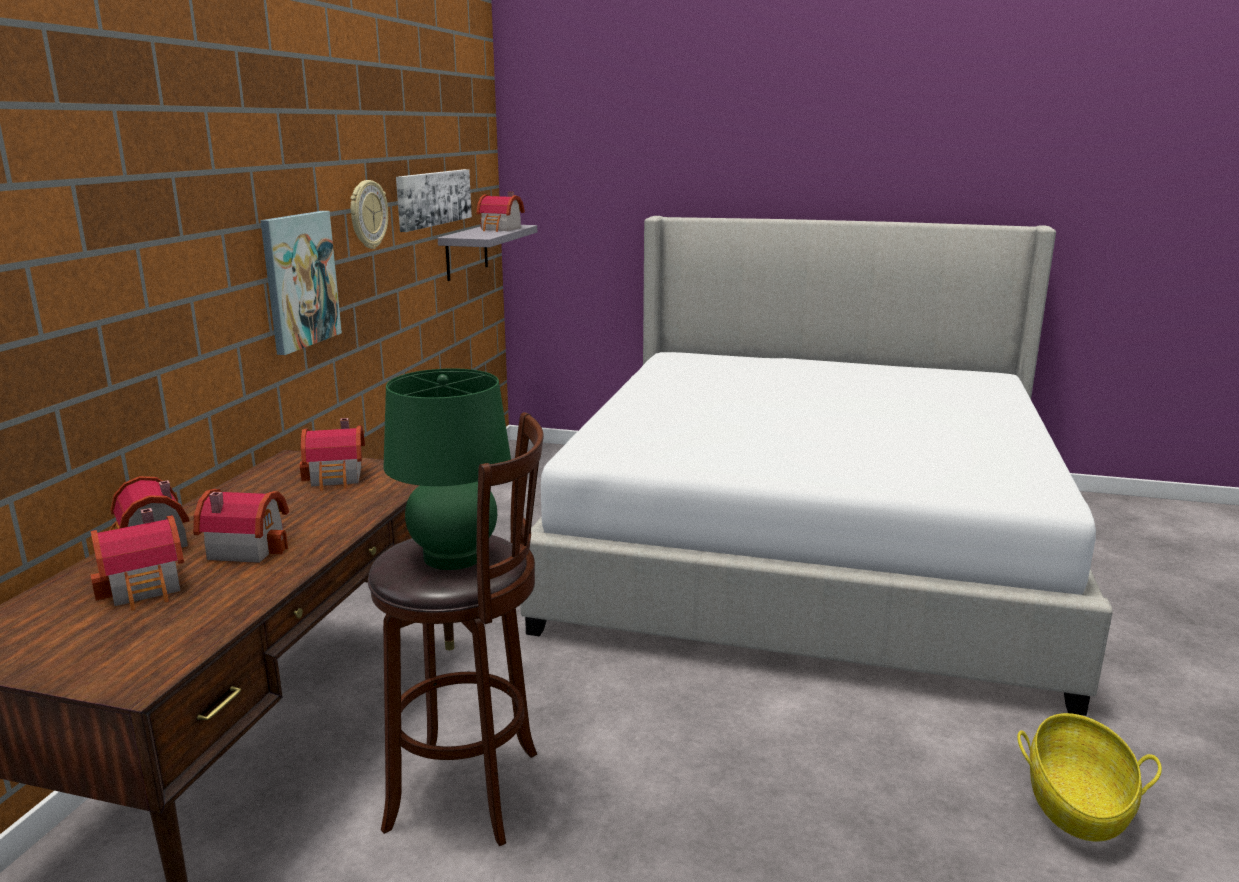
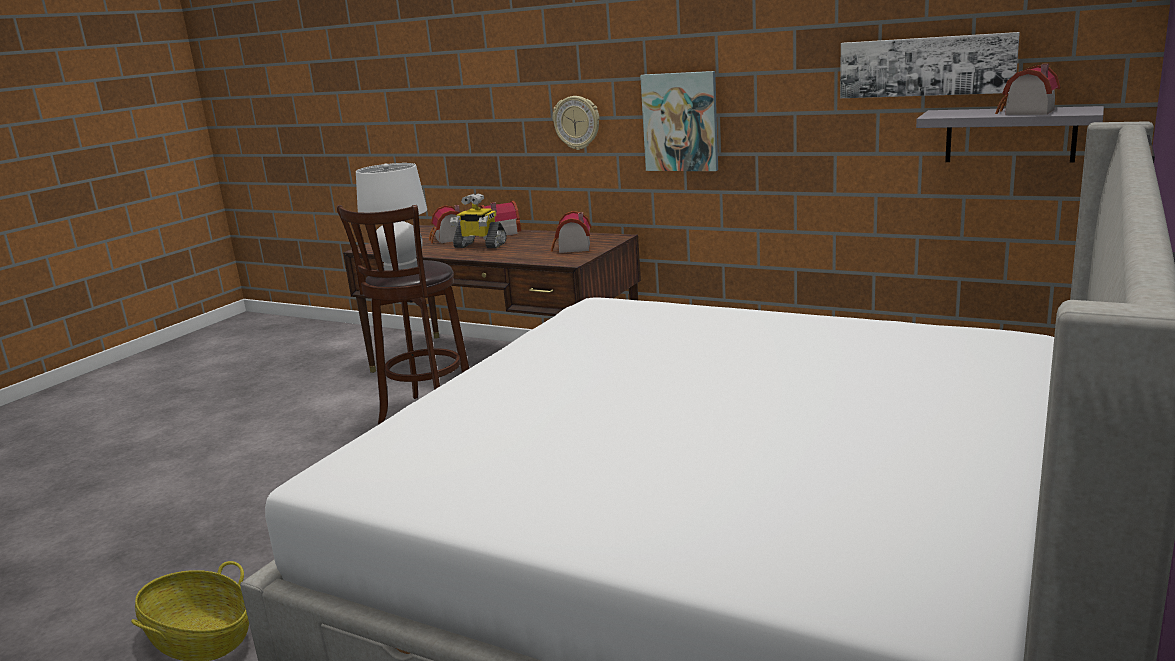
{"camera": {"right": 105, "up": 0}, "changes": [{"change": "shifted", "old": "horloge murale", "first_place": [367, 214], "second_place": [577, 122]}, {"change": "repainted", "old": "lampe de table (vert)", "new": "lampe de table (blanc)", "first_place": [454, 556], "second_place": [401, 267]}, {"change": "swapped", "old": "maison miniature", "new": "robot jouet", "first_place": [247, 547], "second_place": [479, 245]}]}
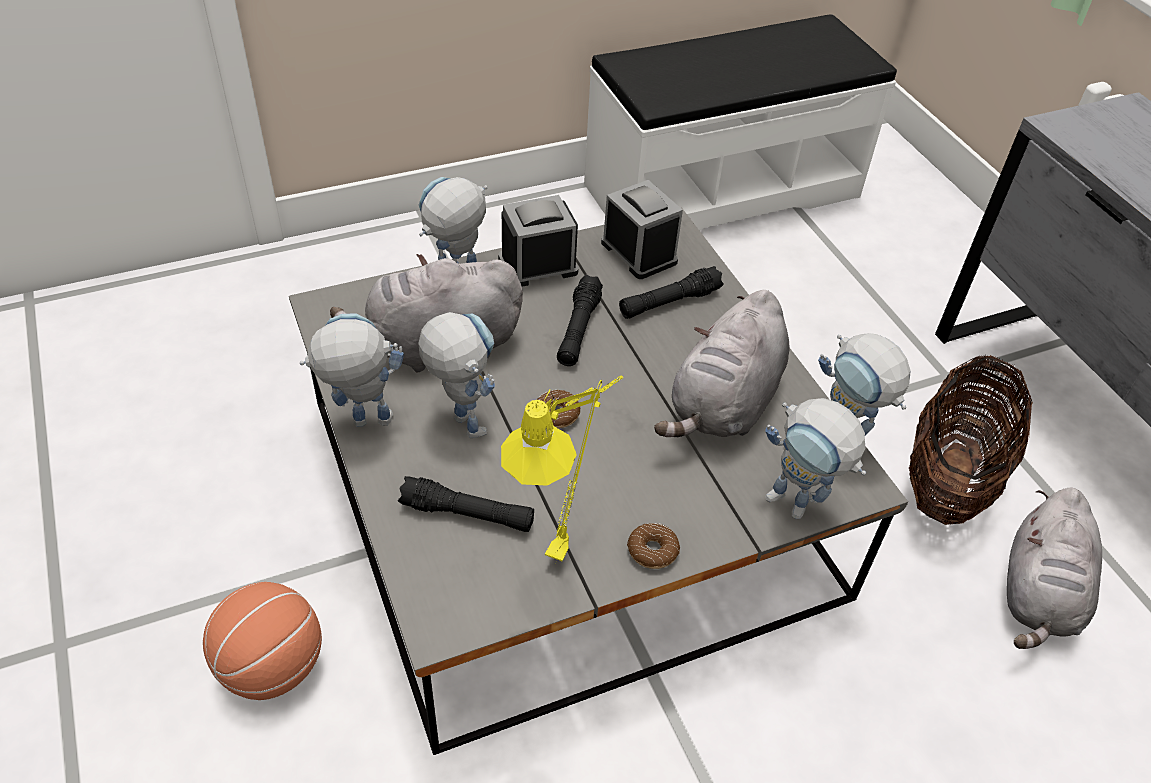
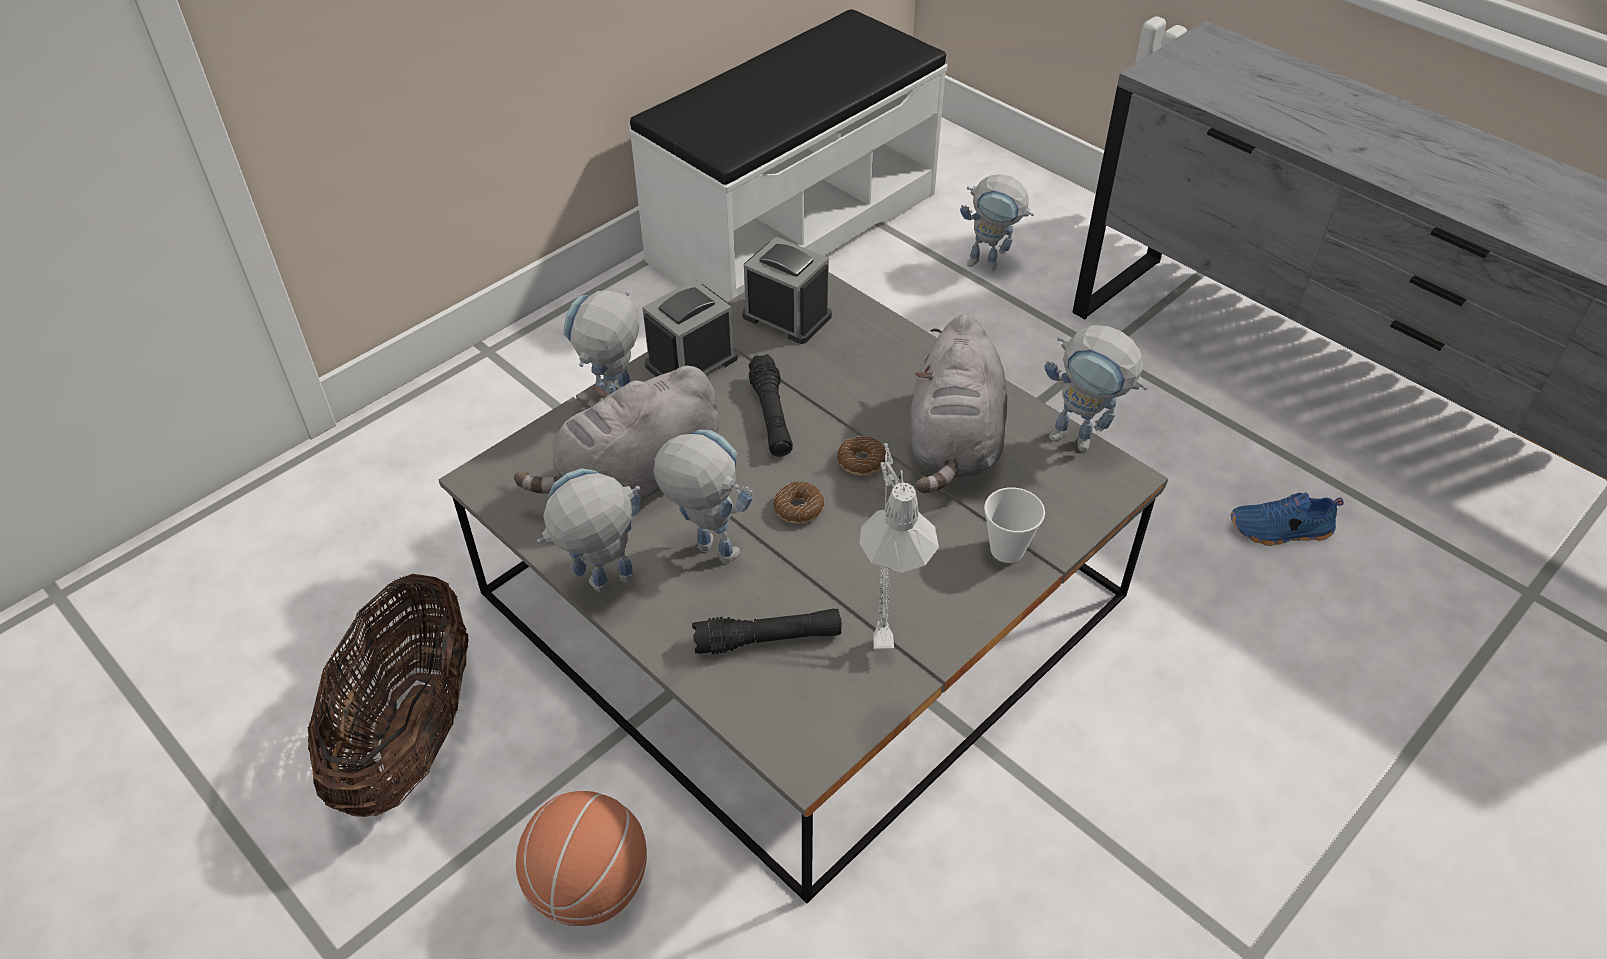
{"camera": {"right": -20, "up": 0}, "changes": [{"change": "gone", "old": "lampe de poche (noir)", "first_place": [669, 302]}, {"change": "shifted", "old": "panier", "first_place": [950, 478], "second_place": [411, 735]}, {"change": "repainted", "old": "lampe de table (jaune)", "new": "lampe de table (gris)", "first_place": [568, 539], "second_place": [880, 628]}, {"change": "shifted", "old": "robot jouet", "first_place": [798, 508], "second_place": [991, 264]}, {"change": "swapped", "old": "peluche (gris)", "new": "chaussure (bleu)", "first_place": [1038, 595], "second_place": [1280, 531]}, {"change": "shifted", "old": "beignet", "first_place": [652, 551], "second_place": [861, 461]}, {"change": "new", "new": "tasse", "second_place": [1007, 550]}]}
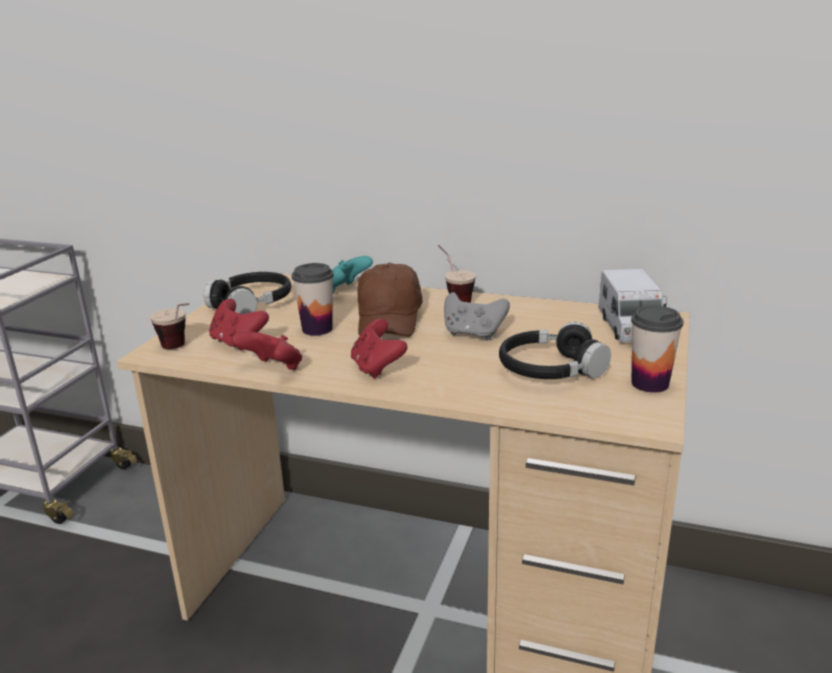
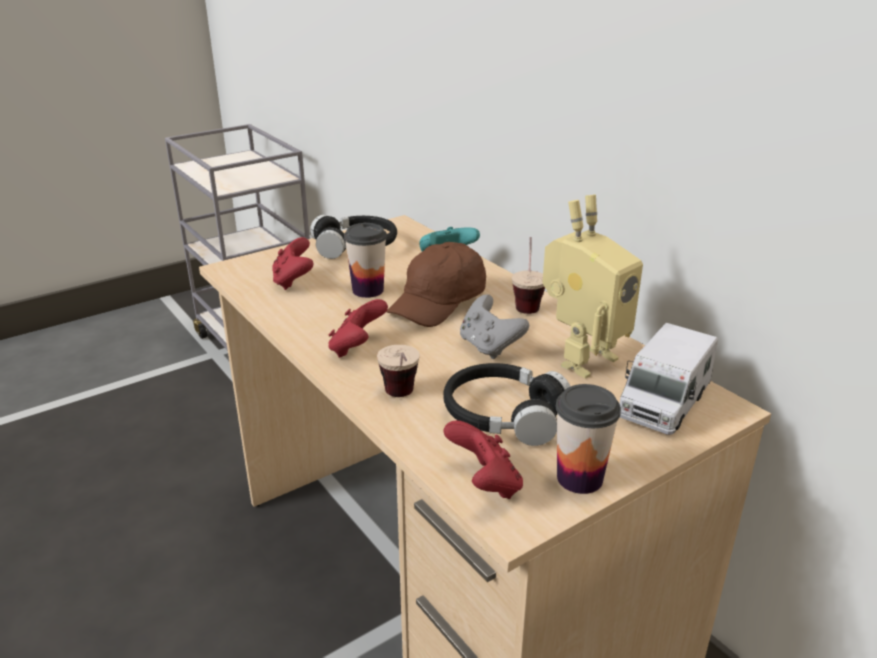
{"camera": {"right": 35, "up": 5}, "changes": [{"change": "shifted", "old": "tasse", "first_place": [180, 349], "second_place": [401, 400]}, {"change": "shifted", "old": "manette (rouge)", "first_place": [273, 369], "second_place": [485, 484]}, {"change": "new", "new": "robot jouet", "second_place": [581, 358]}]}
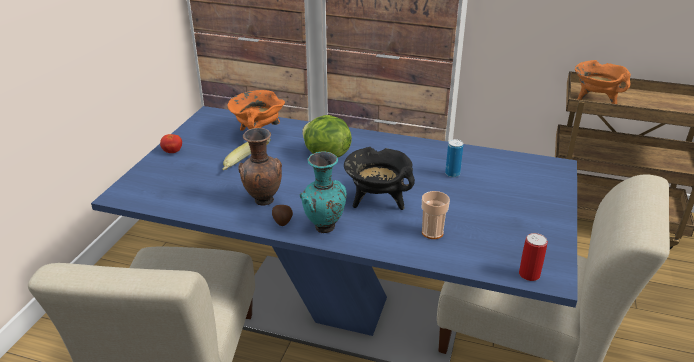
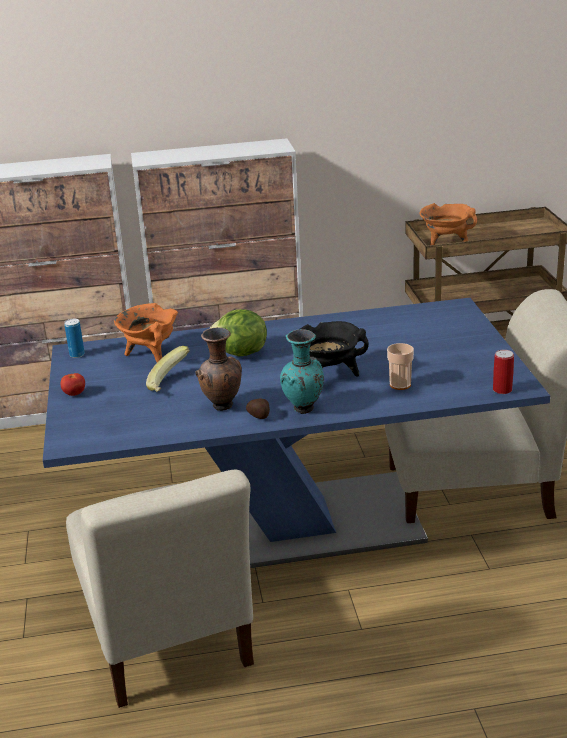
{"camera": {"right": -25, "up": -5}, "changes": [{"change": "shifted", "old": "boîte métallique", "first_place": [452, 174], "second_place": [77, 355]}]}
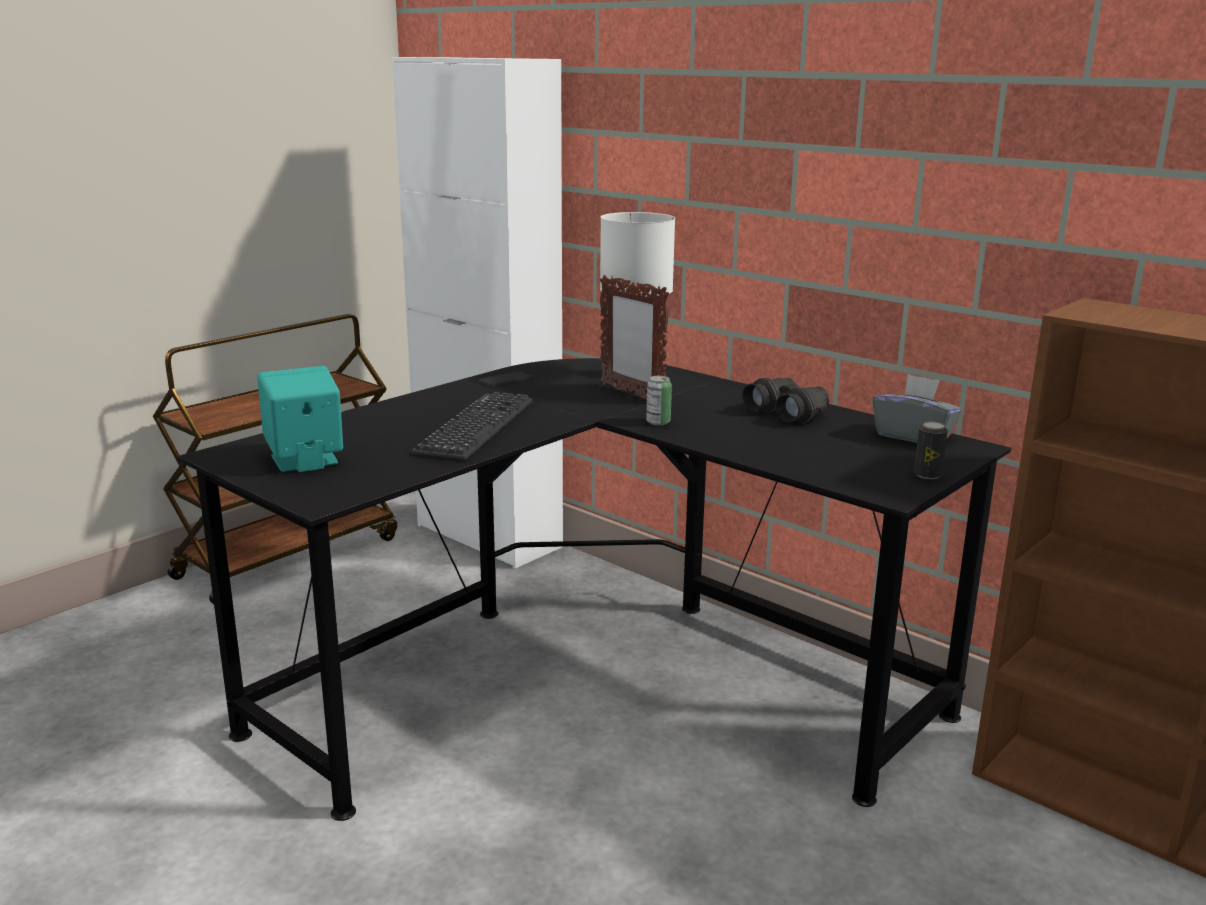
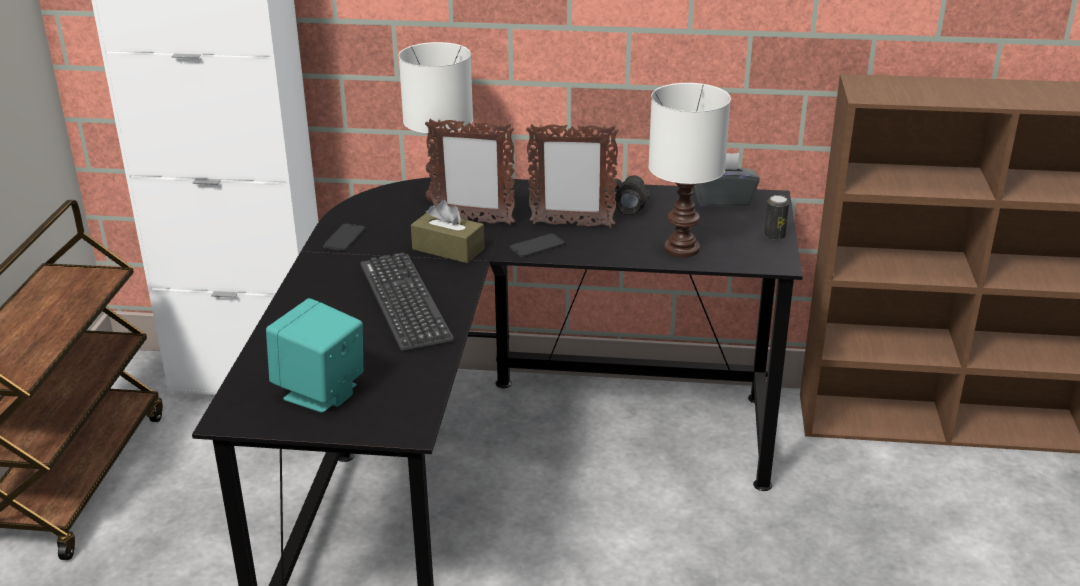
{"camera": {"right": -35, "up": 10}, "changes": [{"change": "swapped", "old": "boîte métallique", "new": "téléphone", "first_place": [658, 422], "second_place": [537, 246]}, {"change": "new", "new": "lampe de table (blanc)", "second_place": [682, 249]}, {"change": "new", "new": "cadre photo", "second_place": [571, 225]}, {"change": "new", "new": "boîte à mouchoirs (marron)", "second_place": [448, 249]}]}
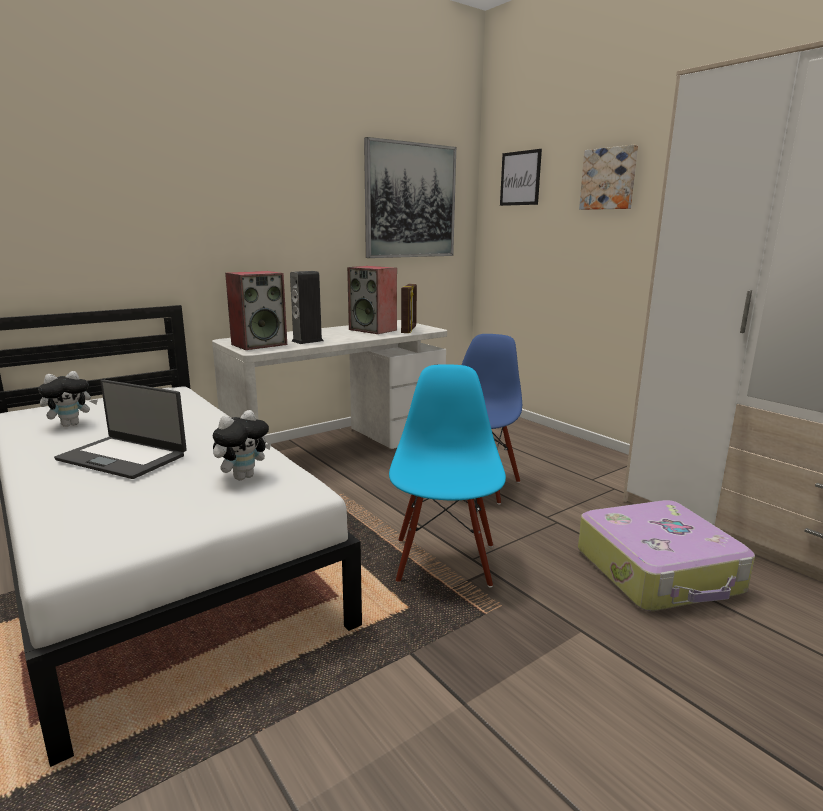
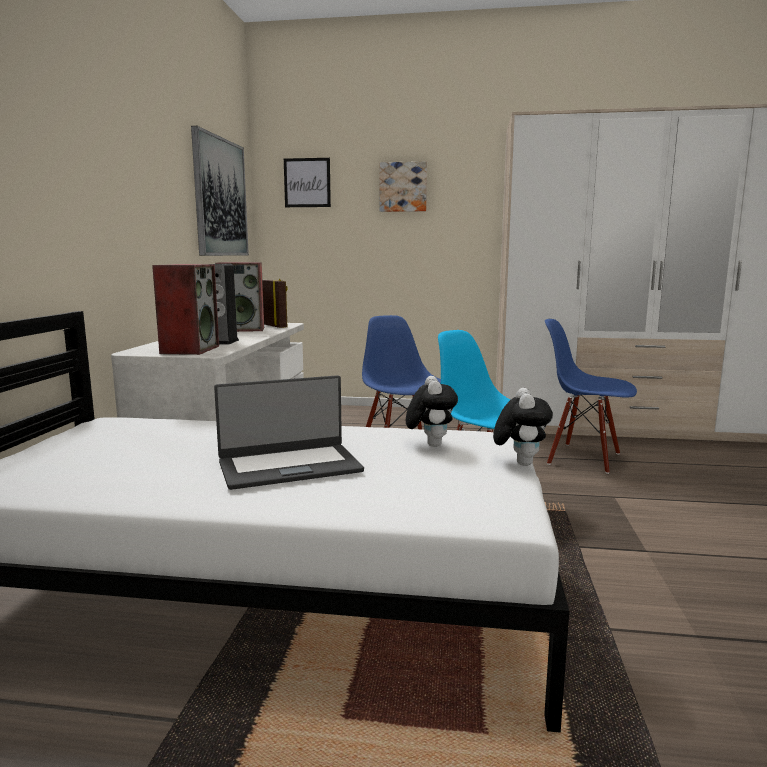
{"camera": {"right": -45, "up": -5}, "changes": [{"change": "shifted", "old": "peluche", "first_place": [71, 424], "second_place": [520, 463]}, {"change": "swapped", "old": "valise", "new": "chaise (bleu)", "first_place": [659, 571], "second_place": [584, 458]}]}
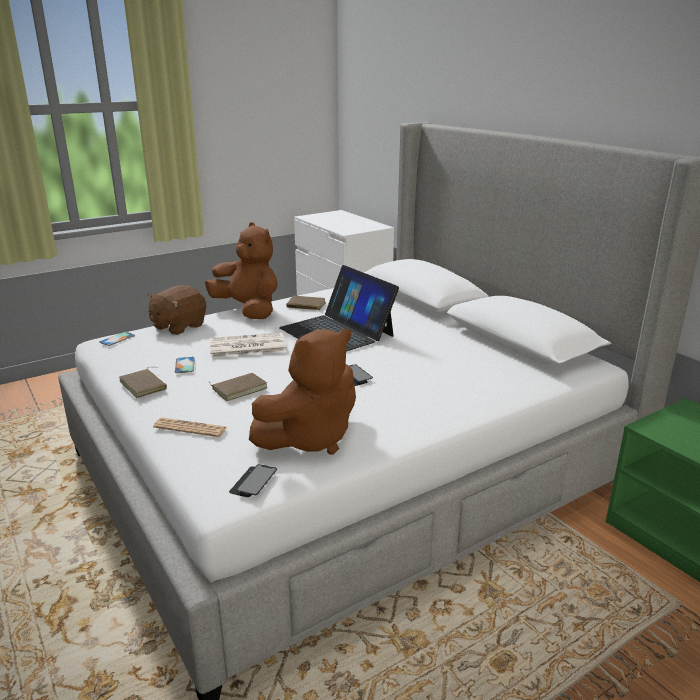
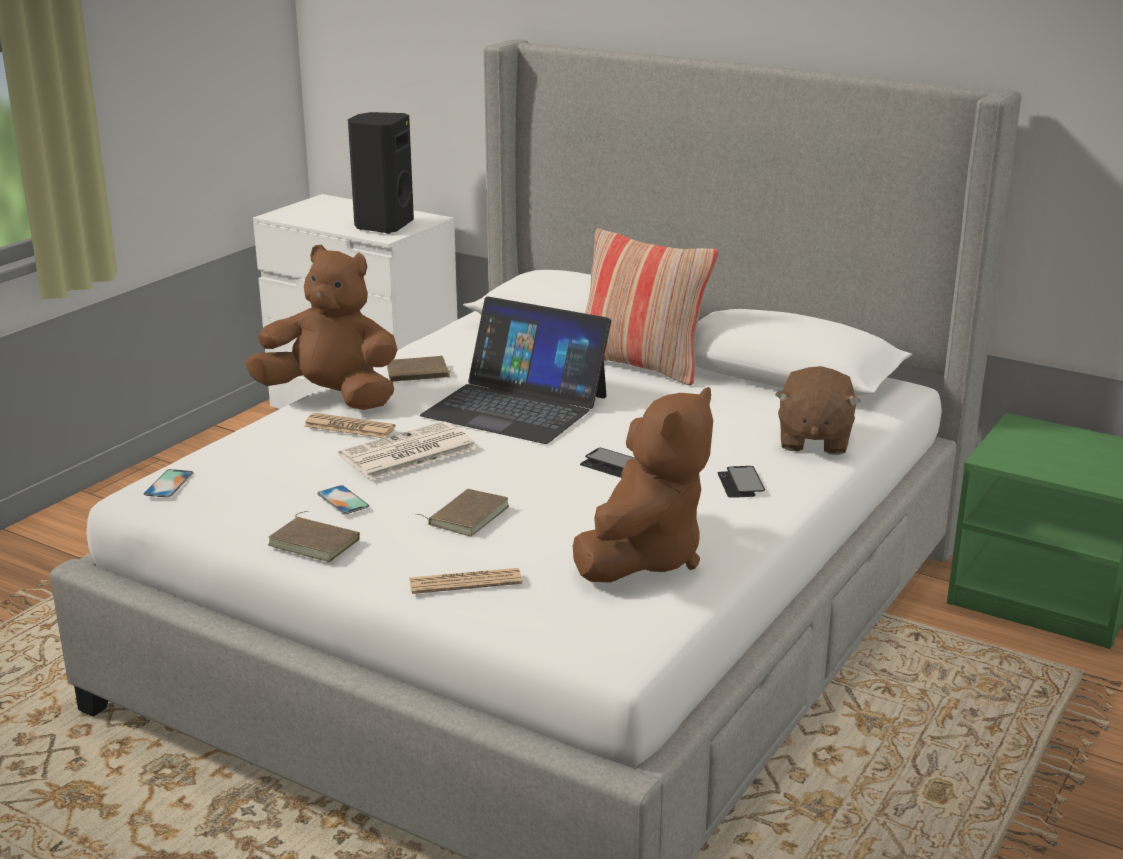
{"camera": {"right": -25, "up": 0}, "changes": [{"change": "shifted", "old": "peluche (marron)", "first_place": [178, 326], "second_place": [813, 440]}, {"change": "shifted", "old": "téléphone", "first_place": [253, 482], "second_place": [740, 484]}, {"change": "new", "new": "enceinte (noir)", "second_place": [382, 226]}, {"change": "new", "new": "coussin", "second_place": [641, 365]}, {"change": "new", "new": "journal", "second_place": [349, 427]}]}
